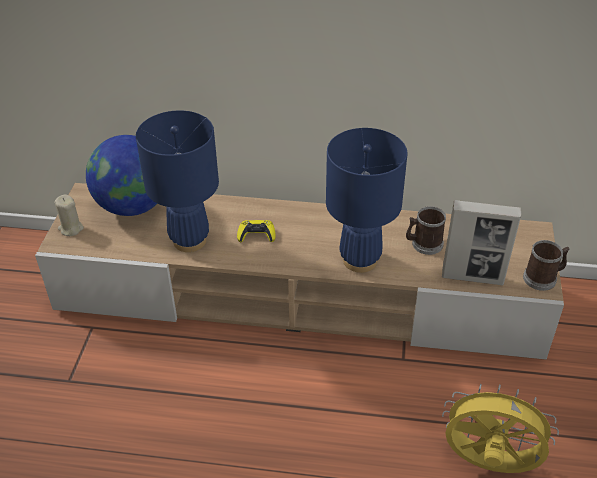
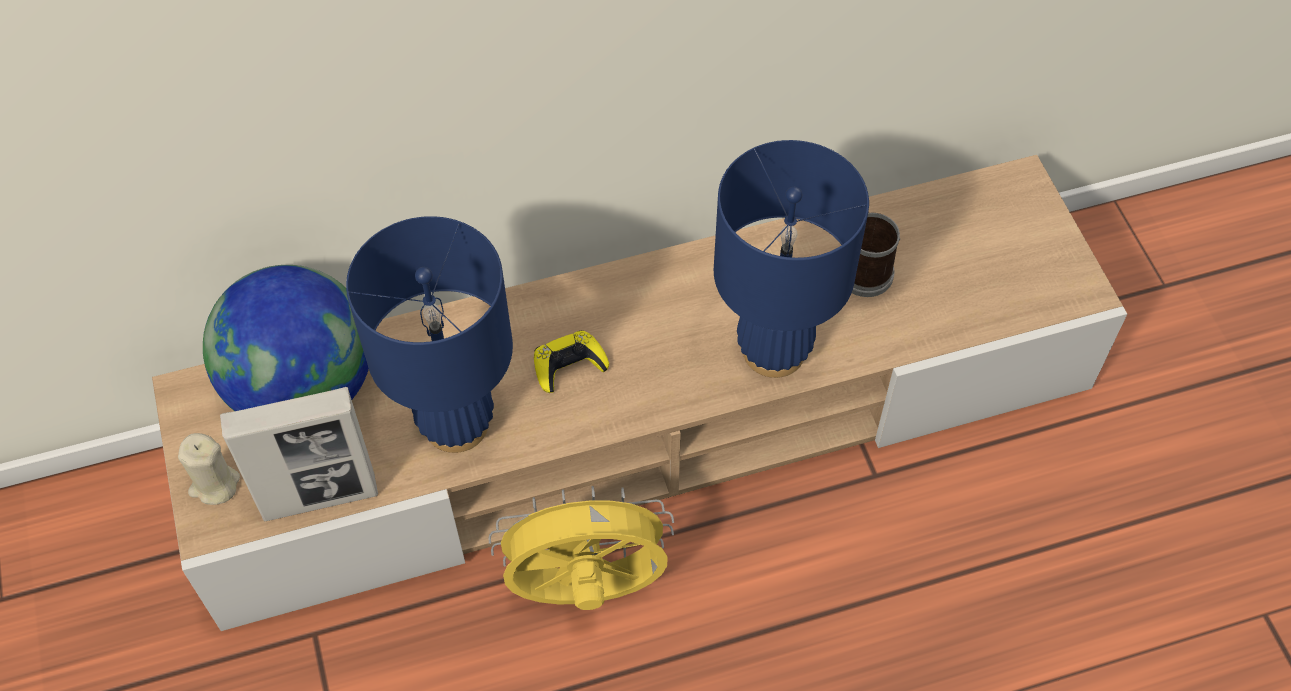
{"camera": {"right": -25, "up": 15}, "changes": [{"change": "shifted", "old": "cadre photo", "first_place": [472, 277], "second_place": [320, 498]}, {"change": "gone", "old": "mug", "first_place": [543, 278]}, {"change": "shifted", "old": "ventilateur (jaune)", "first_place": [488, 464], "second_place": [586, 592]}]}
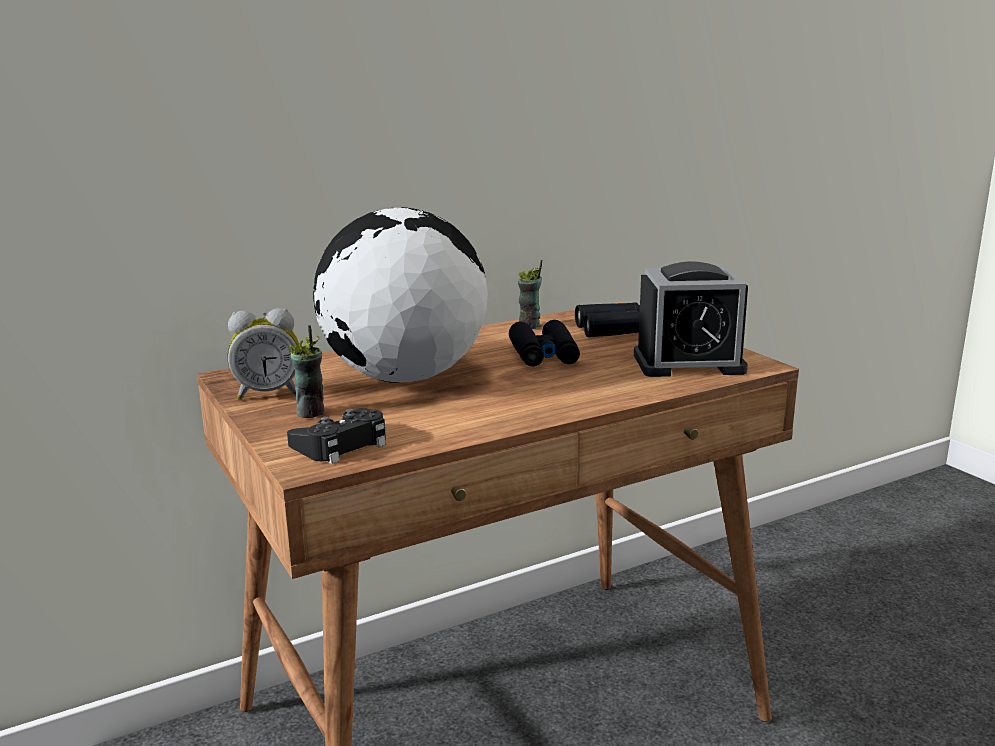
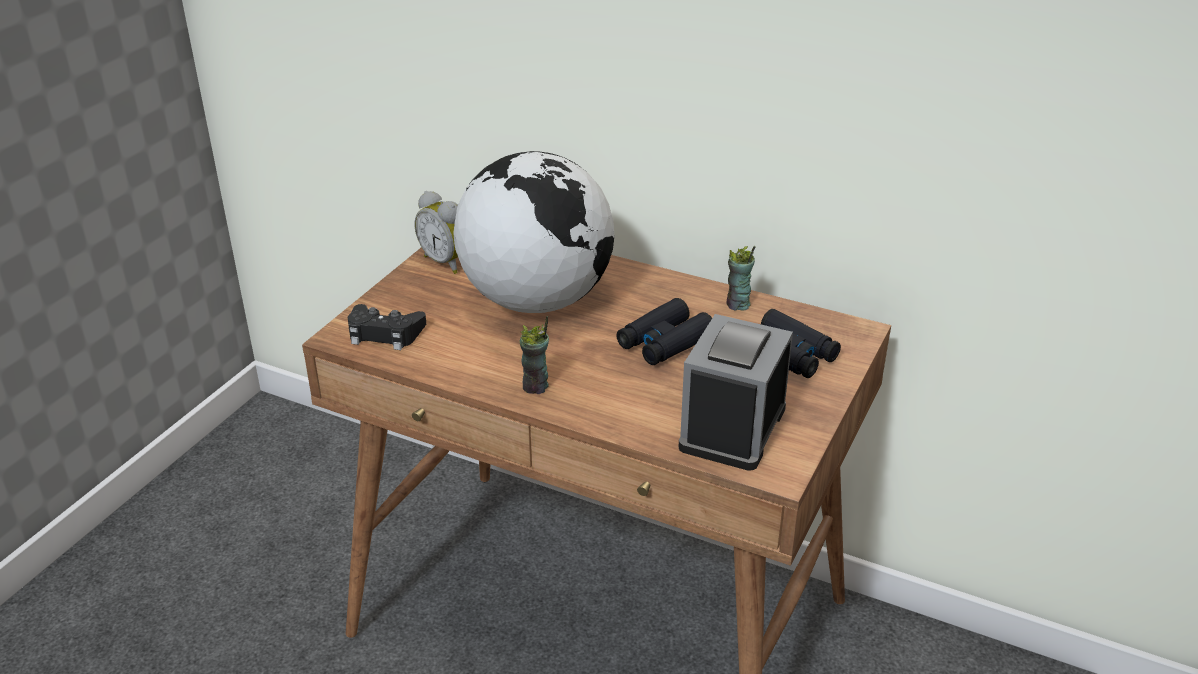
{"camera": {"right": 55, "up": 15}, "changes": [{"change": "rotated", "old": "réveil", "first_place": [688, 363], "second_place": [732, 428], "degrees": 60}, {"change": "shifted", "old": "tasse", "first_place": [311, 413], "second_place": [536, 387]}]}
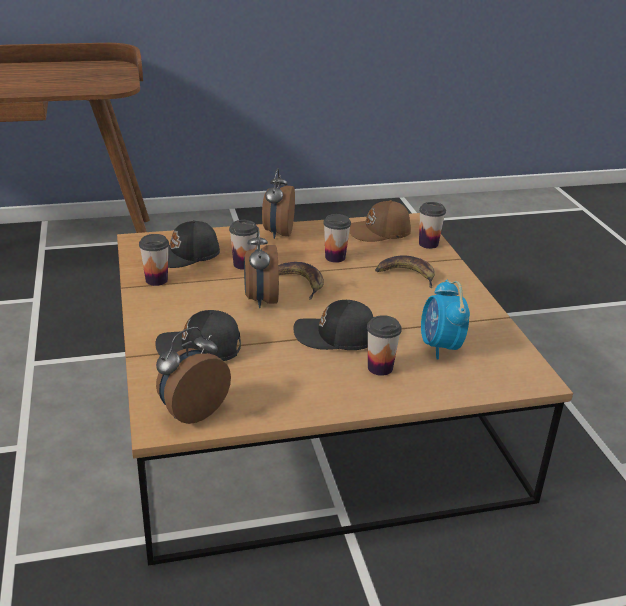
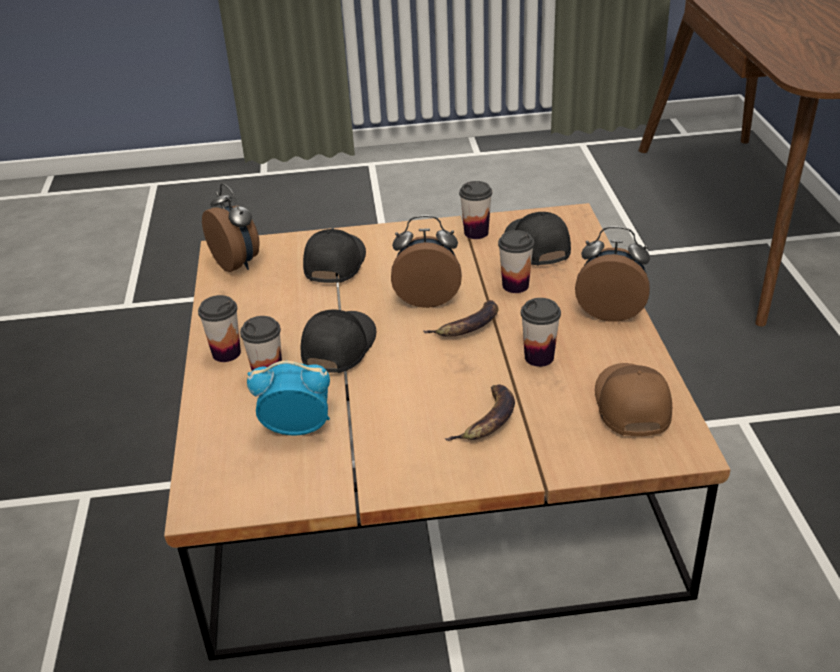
{"camera": {"right": 100, "up": 5}, "changes": [{"change": "shifted", "old": "tasse", "first_place": [428, 244], "second_place": [226, 353]}]}
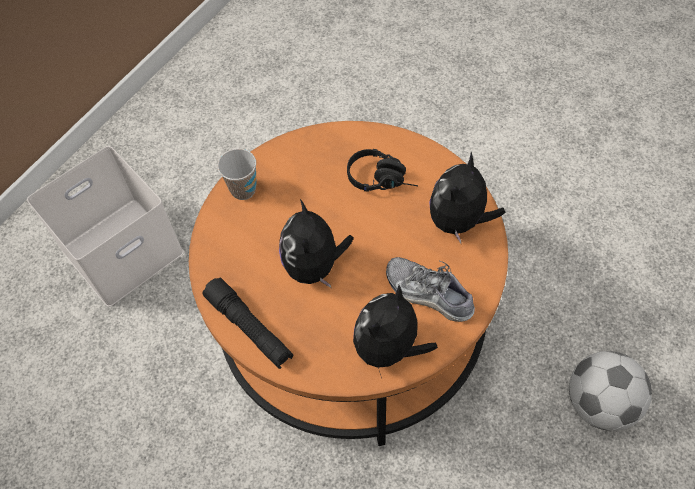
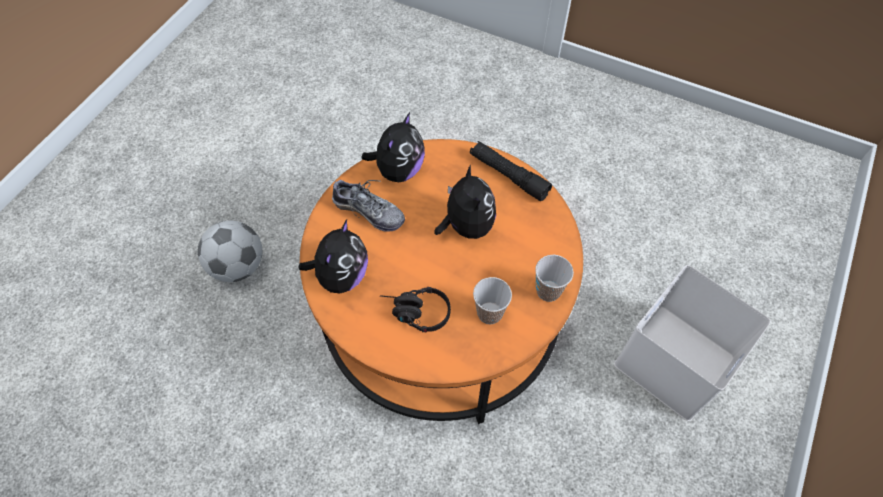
{"camera": {"right": 170, "up": 0}, "changes": [{"change": "new", "new": "tasse", "second_place": [489, 313]}]}
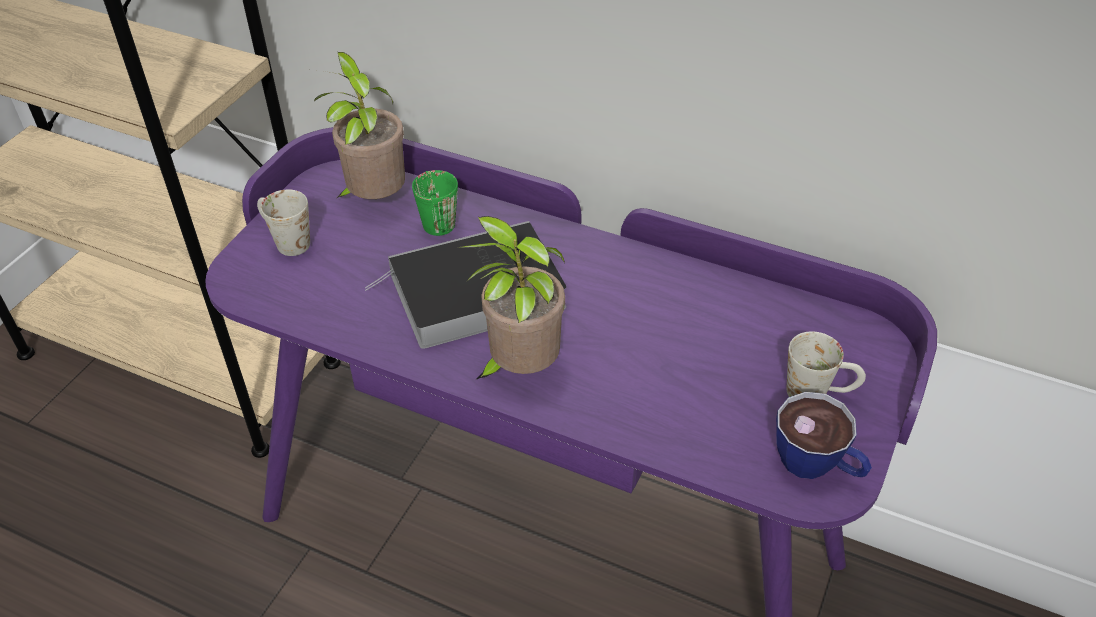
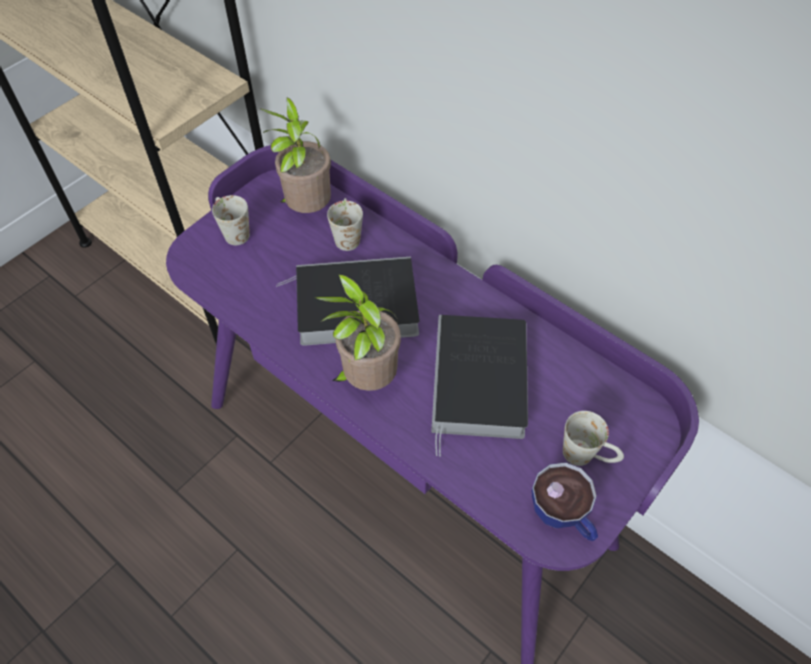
{"camera": {"right": 15, "up": 10}, "changes": [{"change": "repainted", "old": "mug (vert)", "new": "mug (blanc)", "first_place": [435, 218], "second_place": [347, 235]}, {"change": "new", "new": "livre", "second_place": [480, 384]}]}
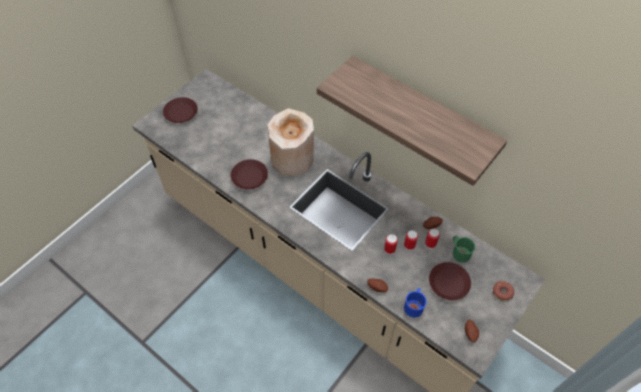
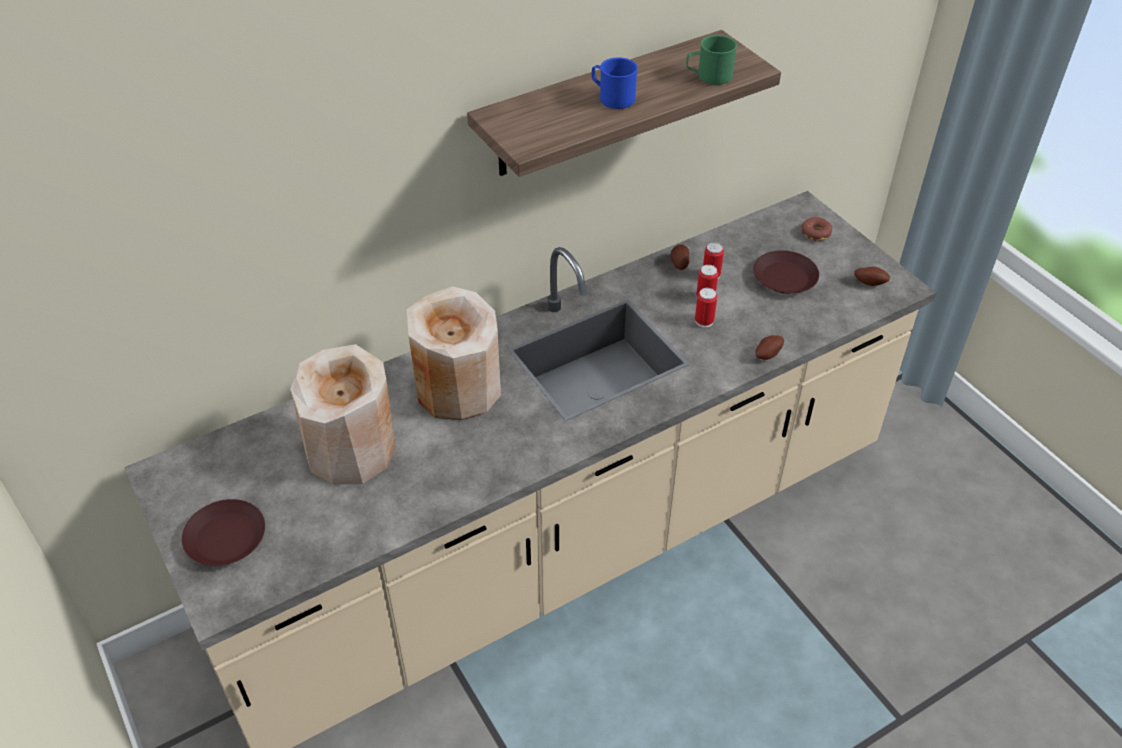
{"camera": {"right": -70, "up": -10}, "changes": [{"change": "gone", "old": "assiette (marron)", "first_place": [249, 177]}, {"change": "shifted", "old": "mug (vert)", "first_place": [459, 252], "second_place": [709, 76]}, {"change": "shifted", "old": "mug (bleu)", "first_place": [414, 305], "second_place": [612, 97]}, {"change": "new", "new": "vase (beige)", "second_place": [351, 449]}]}
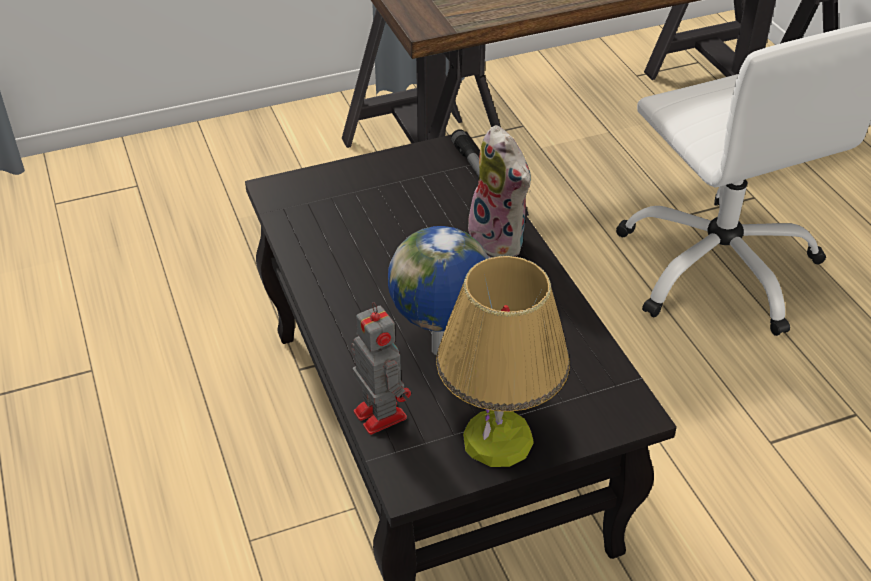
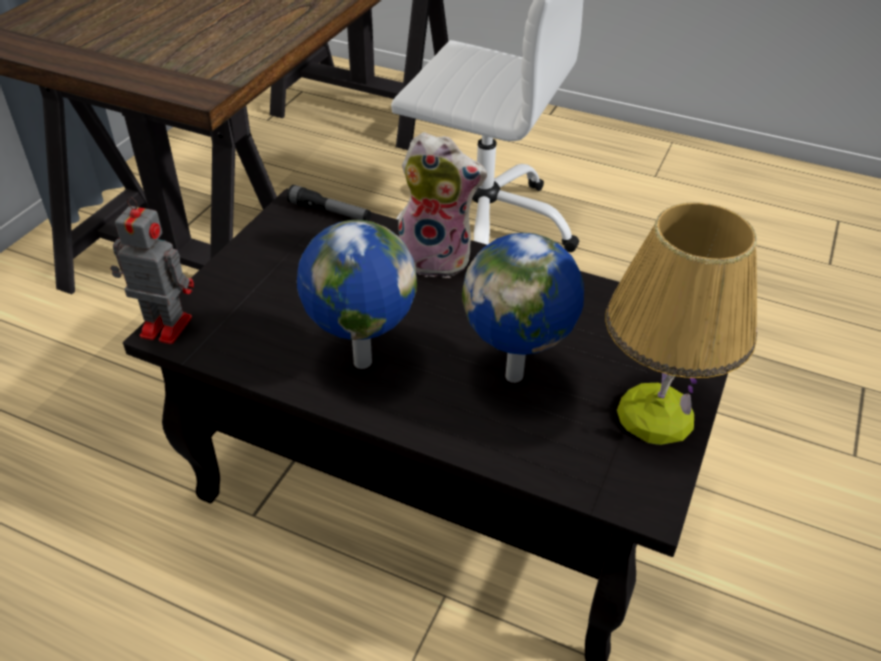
{"camera": {"right": -45, "up": 0}, "changes": [{"change": "shifted", "old": "robot jouet", "first_place": [378, 413], "second_place": [163, 326]}, {"change": "new", "new": "globe", "second_place": [360, 362]}]}
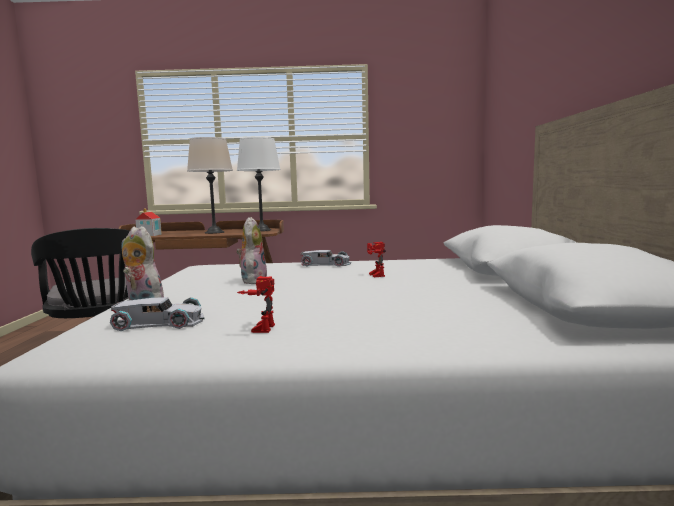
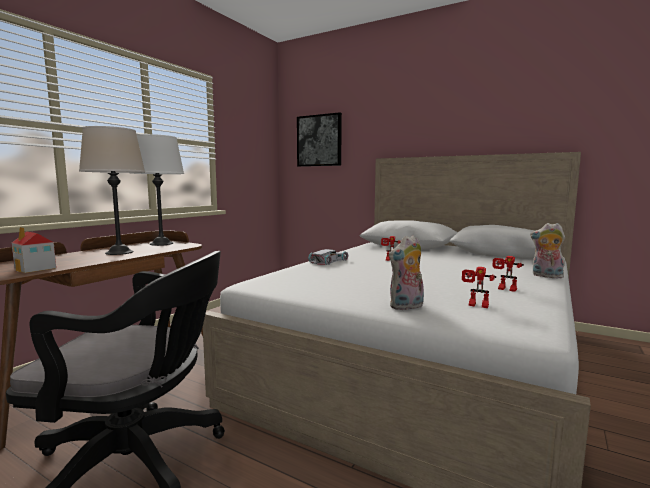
{"camera": {"right": -60, "up": 0}, "changes": [{"change": "shifted", "old": "peluche", "first_place": [253, 280], "second_place": [546, 276]}, {"change": "swapped", "old": "petite voiture (blanc)", "new": "robot jouet", "first_place": [159, 323], "second_place": [476, 305]}, {"change": "new", "new": "tableau", "second_place": [319, 140]}]}
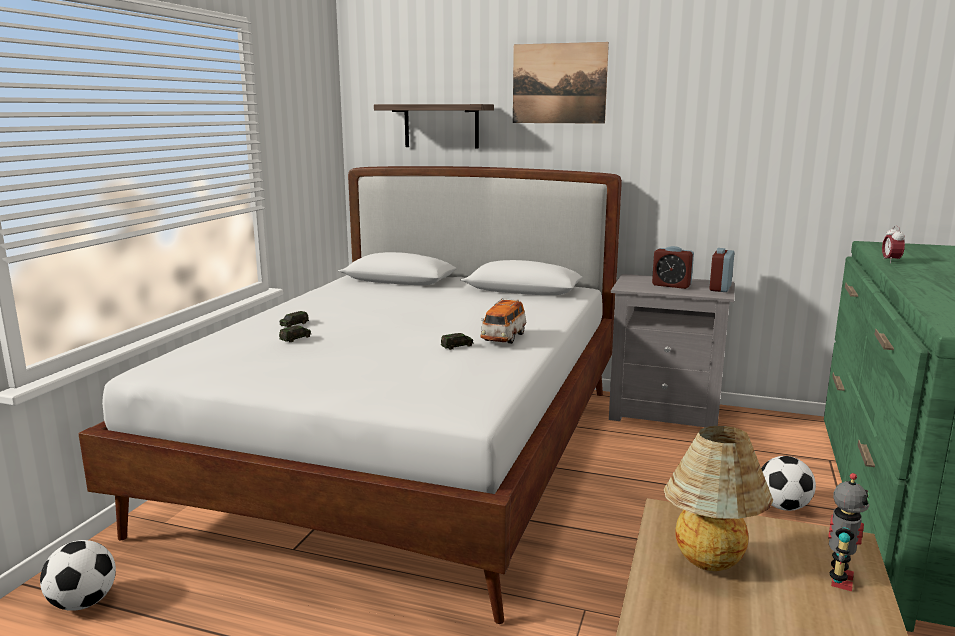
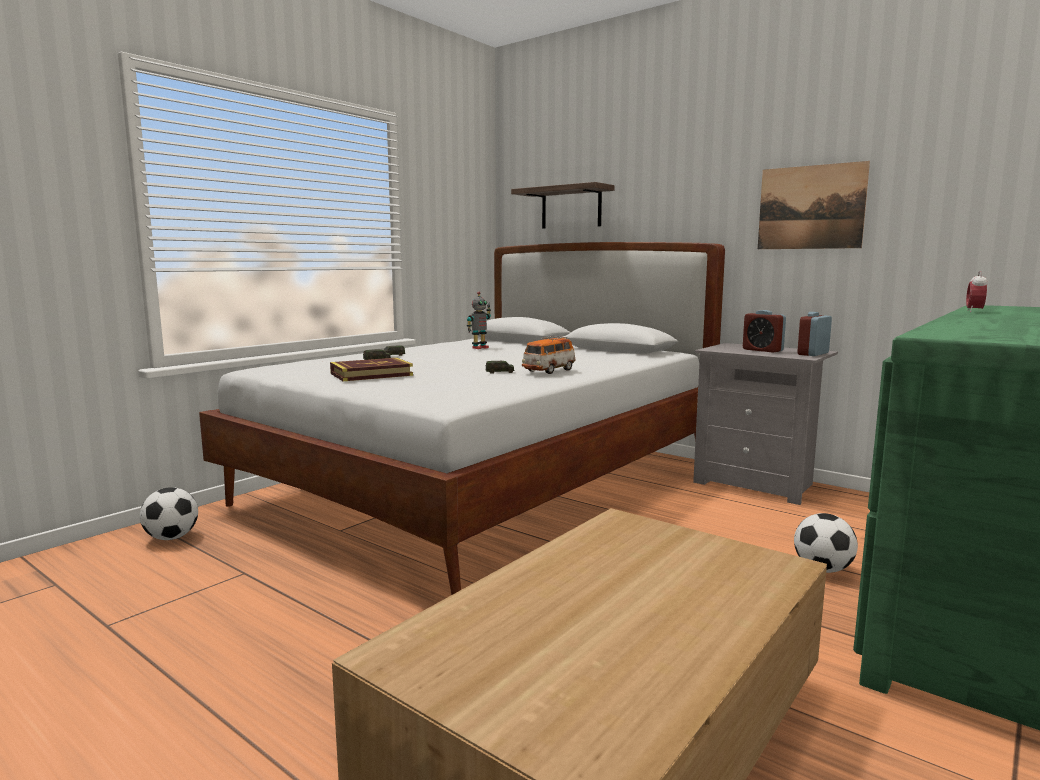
{"camera": {"right": 20, "up": -5}, "changes": [{"change": "shifted", "old": "tableau", "first_place": [559, 83], "second_place": [810, 207]}, {"change": "gone", "old": "lampe de table", "first_place": [711, 564]}, {"change": "shifted", "old": "robot jouet", "first_place": [838, 579], "second_place": [479, 348]}, {"change": "new", "new": "livre", "second_place": [371, 374]}]}
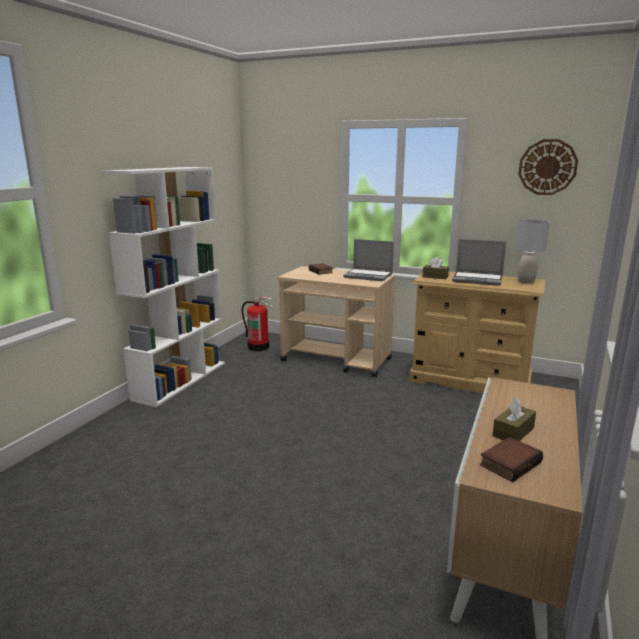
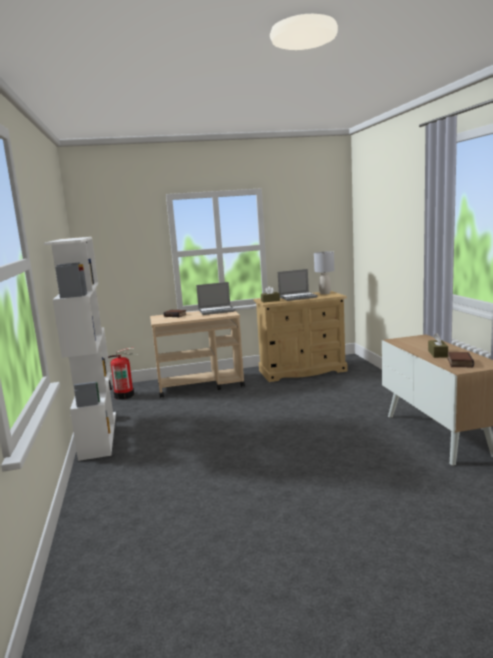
{"camera": {"right": -35, "up": -5}, "changes": [{"change": "gone", "old": "horloge murale", "first_place": [547, 167]}]}
